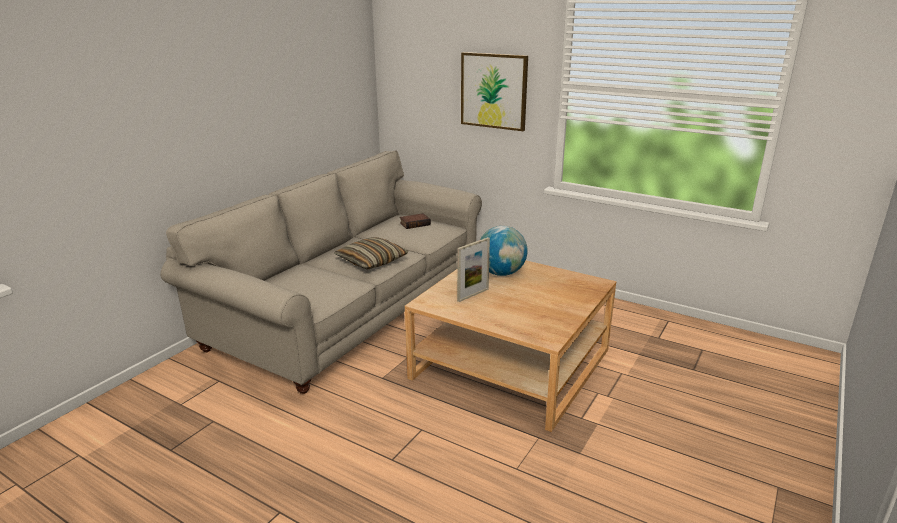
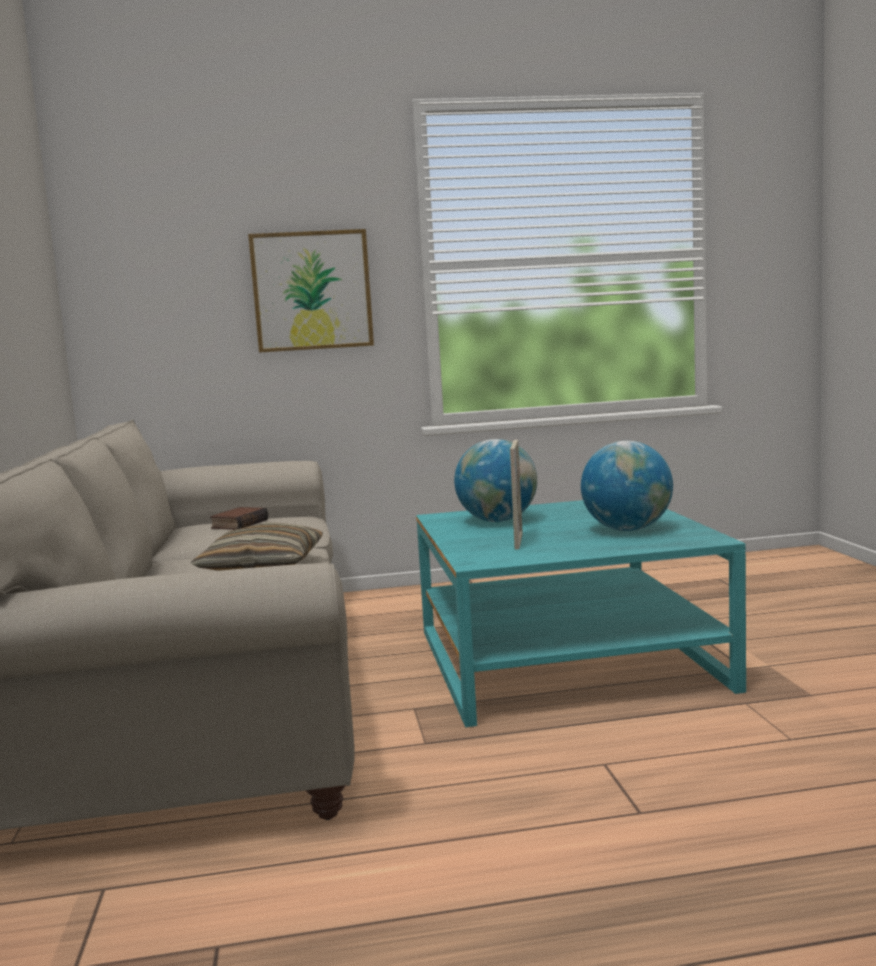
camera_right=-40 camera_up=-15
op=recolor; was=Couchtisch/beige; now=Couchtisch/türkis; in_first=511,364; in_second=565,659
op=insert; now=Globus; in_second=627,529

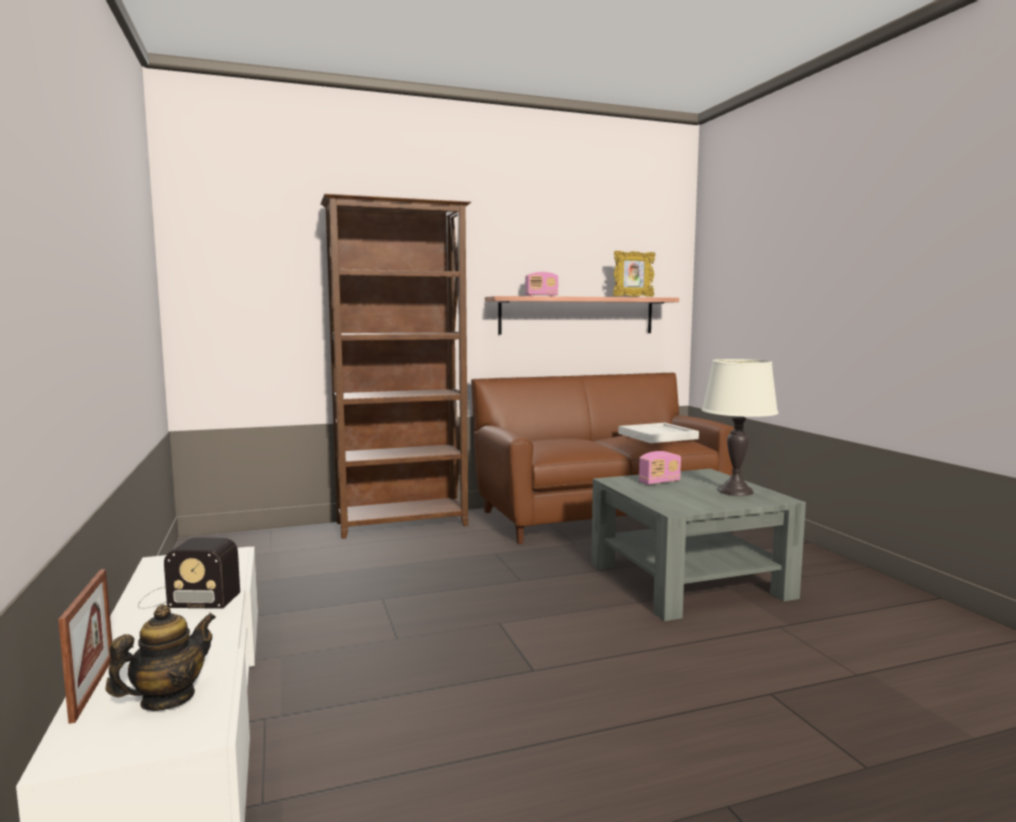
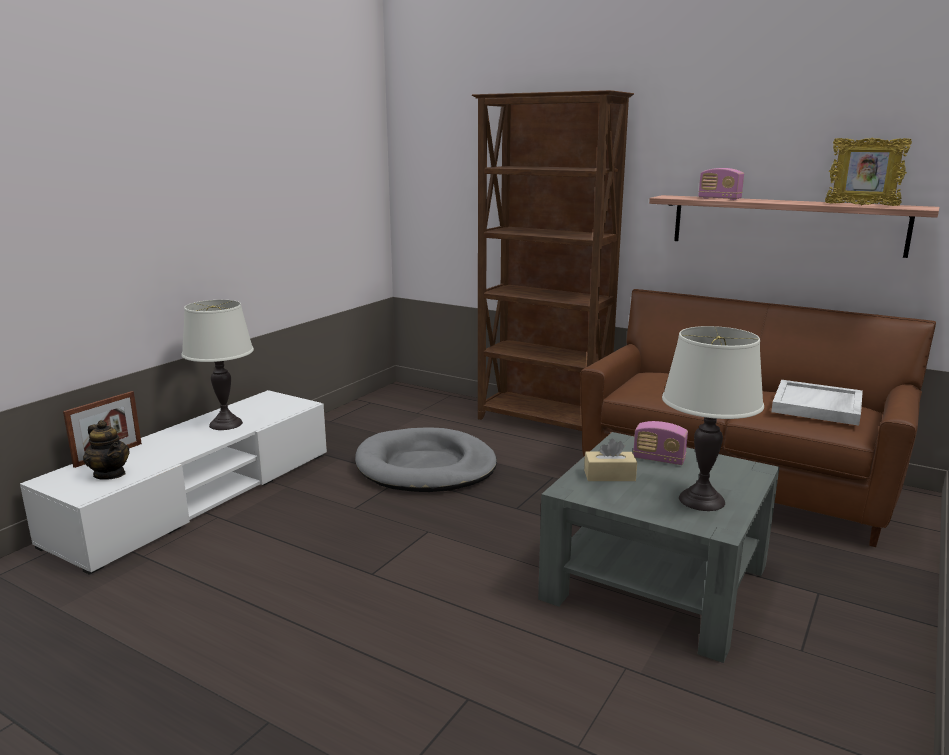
camera_right=50 camera_up=10
op=replace; was=Radio; now=Tischlampe/weiß; in_first=186,598; in_second=226,424
op=rotate; was=Teekanne; in_first=167,699; in_second=110,474; clockwise=45
op=insert; now=Hundebett/grau; in_second=425,467
op=insert; now=Taschentuchbox/beige; in_second=609,475

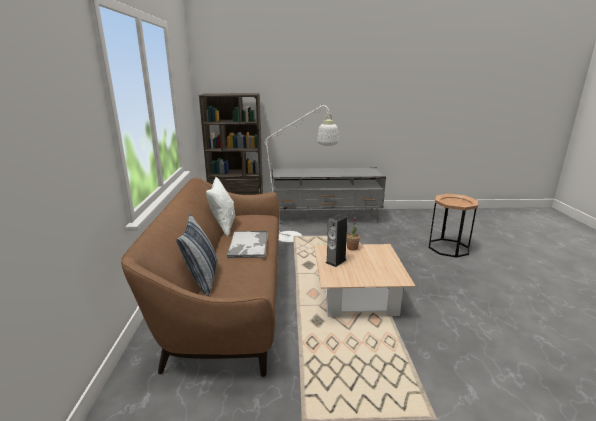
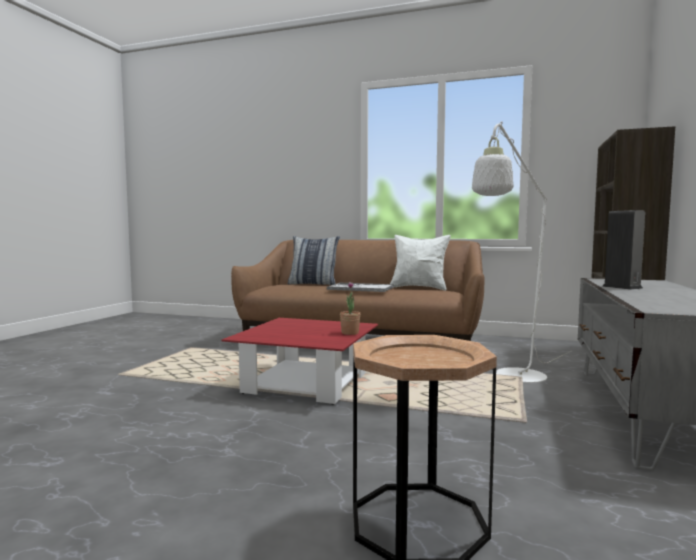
camera_right=110 camera_up=-15
op=move; was=Lautsprecher; in_first=336,261; in_second=622,287
op=recolor; was=Couchtisch/beige; now=Couchtisch/rot; in_first=357,296; in_second=306,383

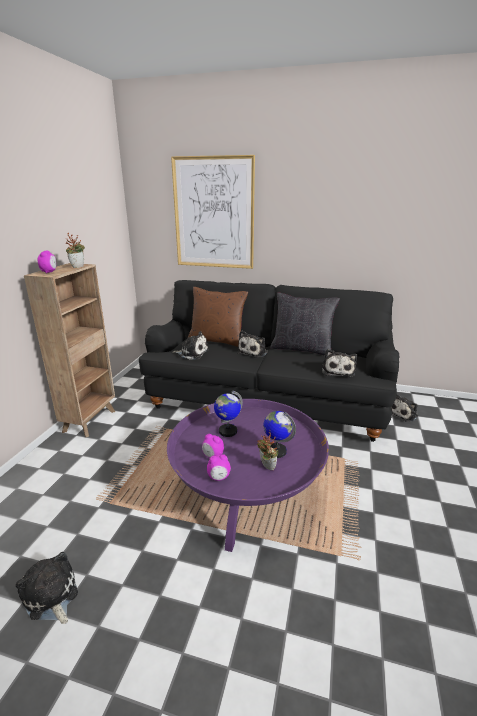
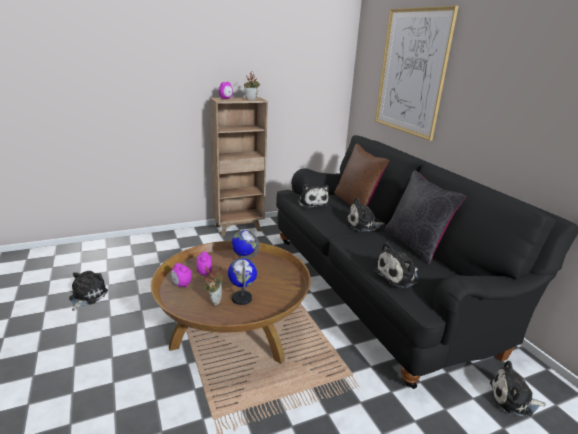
camera_right=50 camera_up=0
op=recolor; was=Couchtisch/lila; now=Couchtisch/braun; in_first=247,497; in_second=233,333

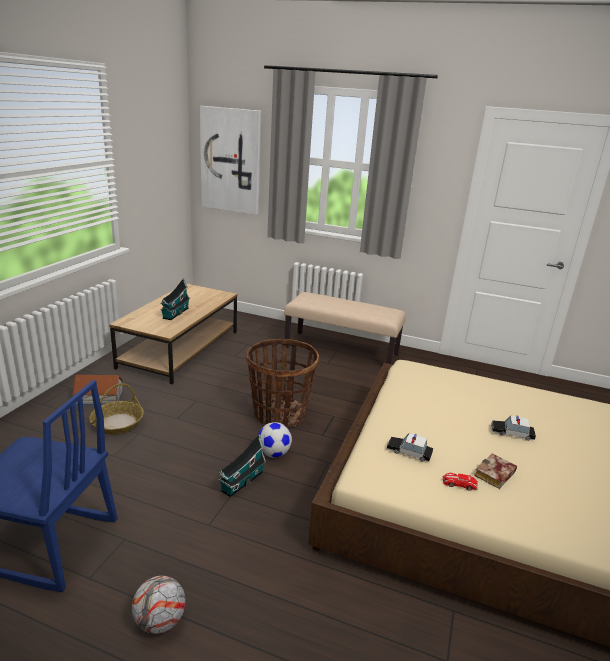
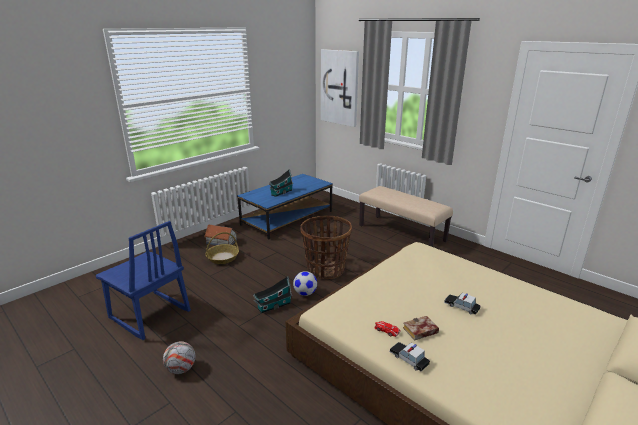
camera_right=25 camera_up=0
op=recolor; was=Couchtisch/braun; now=Couchtisch/blau; in_first=180,349; in_second=287,218
op=move; was=Spielzeugauto; in_first=408,452; in_second=408,359

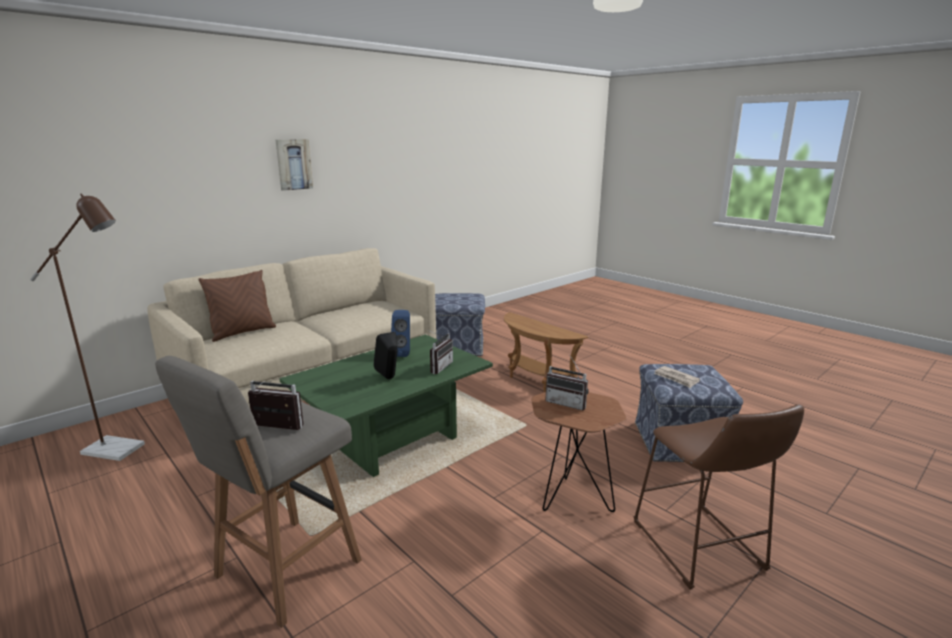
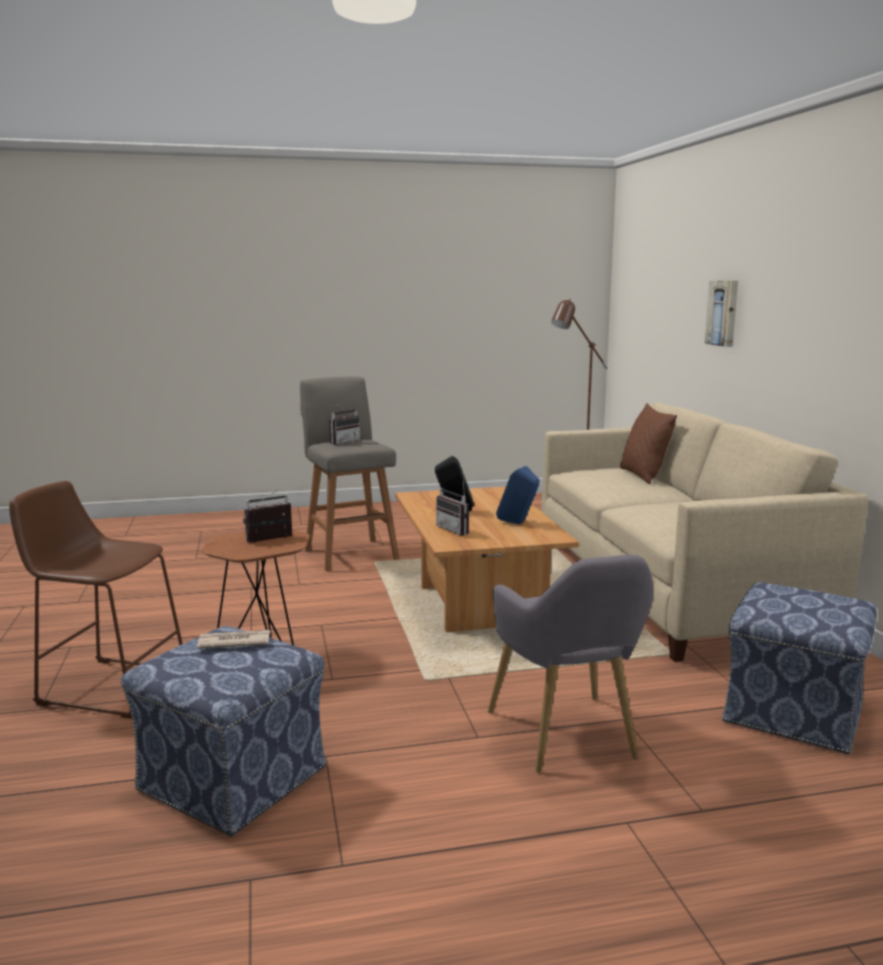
camera_right=120 camera_up=-5
op=move; was=Bild; in_first=293,164; in_second=723,313
op=replace; was=Beistelltisch/braun; now=Sessel/grau; in_first=535,380; in_second=567,740
op=recolor; was=Couchtisch/grün; now=Couchtisch/braun; in_first=393,442; in_second=476,604

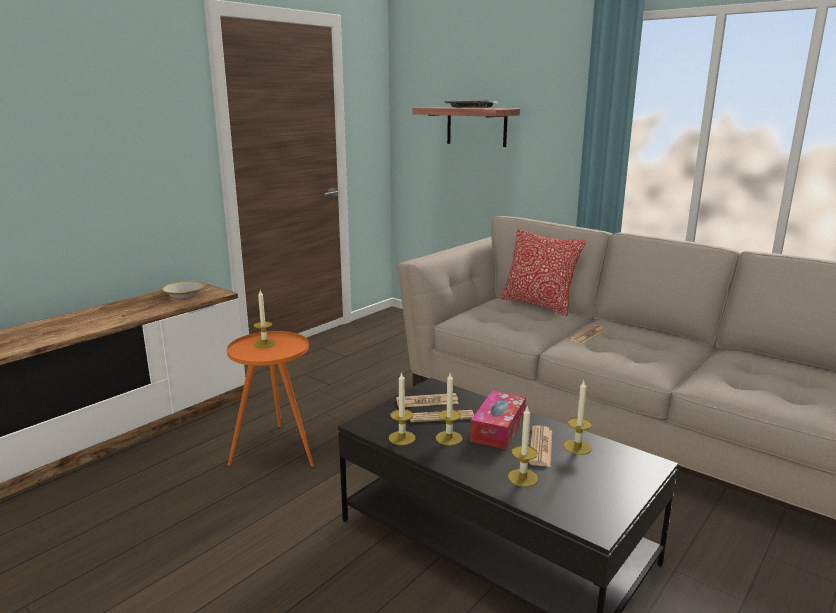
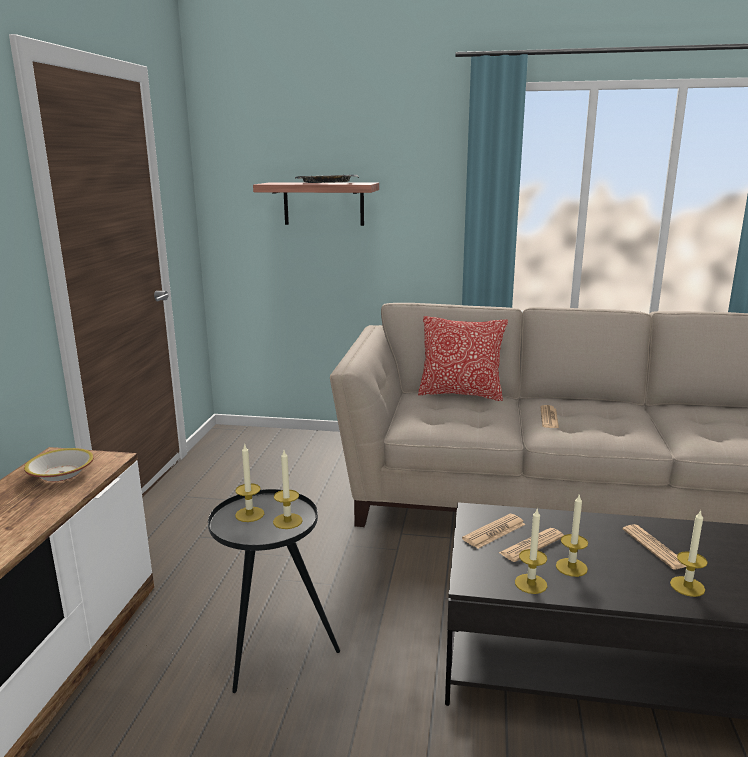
camera_right=-30 camera_up=0
op=recolor; was=Beistelltisch/orange; now=Beistelltisch/schwarz; in_first=276,449; in_second=272,646
op=move; was=Kerze; in_first=577,447; in_second=287,521
op=delete; was=Taschentuchbox; in_first=498,428

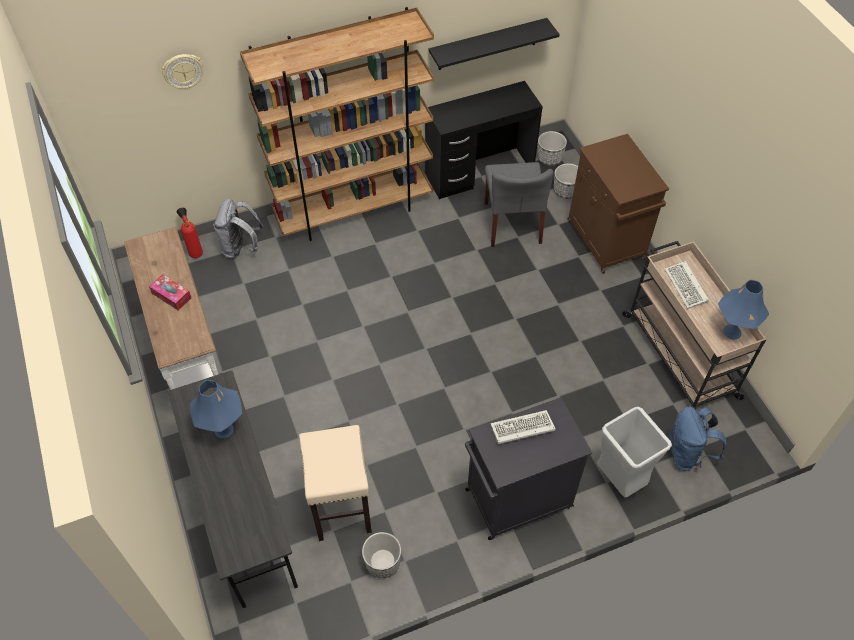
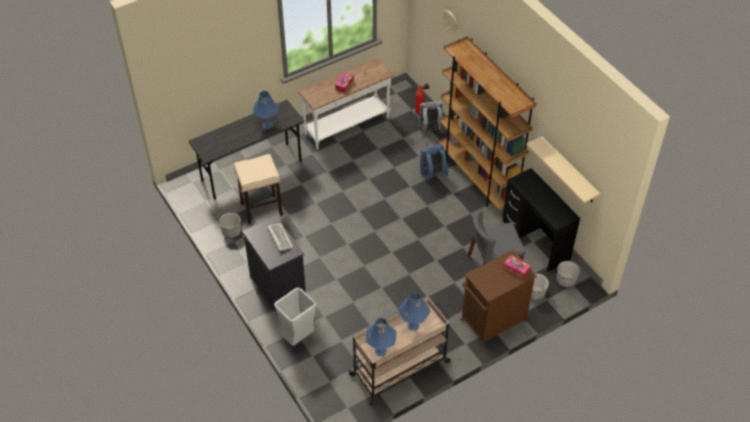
camera_right=80 camera_up=-5
op=recolor; was=Wandregal/schwarz; now=Wandregal/beige; in_first=487,44; in_second=569,171
op=replace; was=Tastatur; now=Tischlampe/blau; in_first=687,287; in_second=413,325
op=move; was=Rucksack/blau; in_first=687,454; in_second=432,175
op=insert; now=Taschentuchbox; in_second=516,269

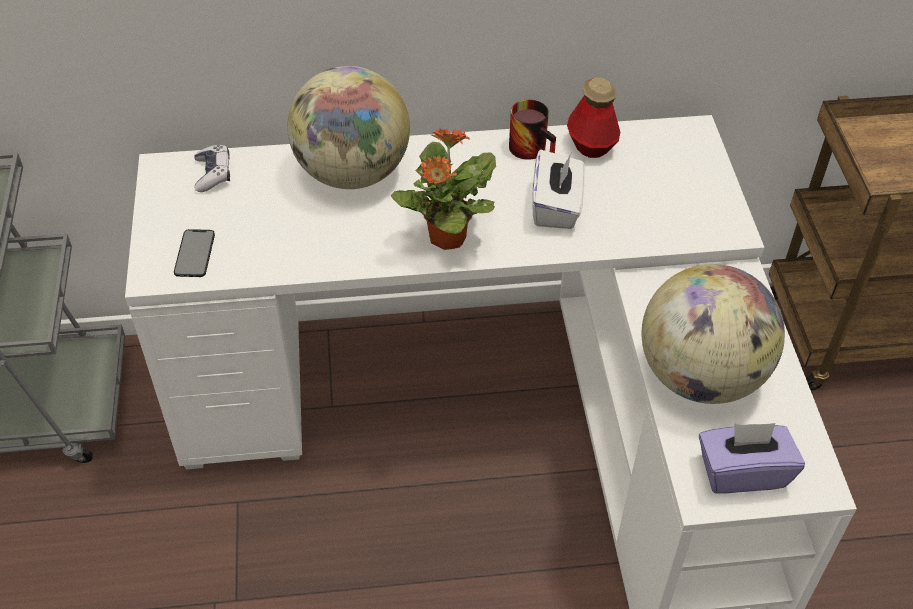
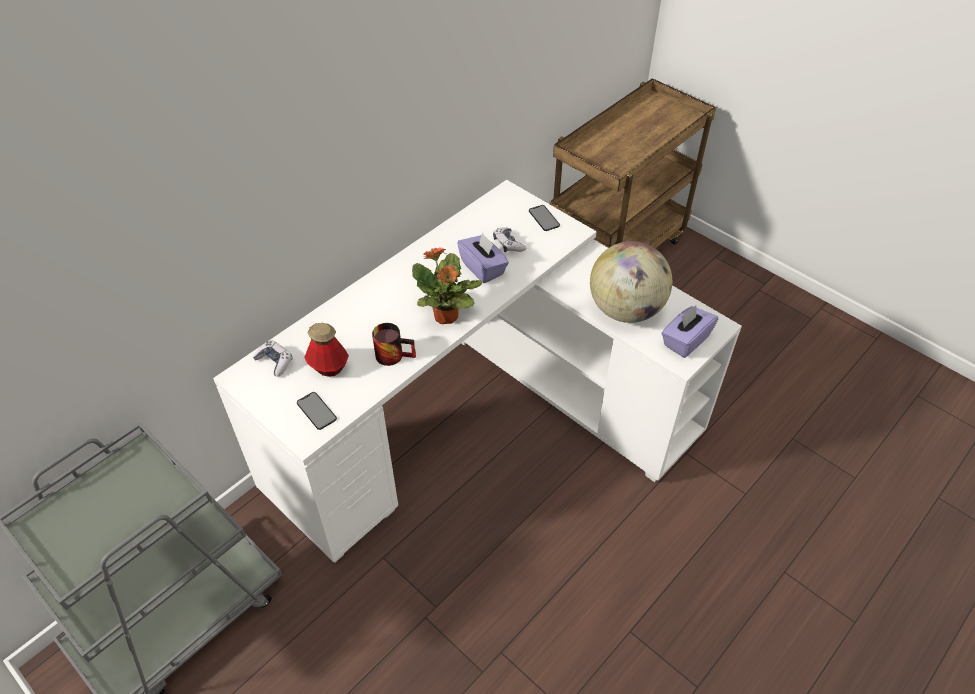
camera_right=-40 camera_up=0
op=delete; was=Globus; in_first=352,173
op=move; was=Flasche; in_first=591,146; in_second=329,367
op=move; was=Henkelbecher; in_first=534,149; in_second=394,354
op=recolor; was=Taschentuchbox/weiß; now=Taschentuchbox/lila; in_first=556,207; in_second=483,268
op=insert; now=Handy; in_second=544,218
op=insert; now=Gamepad; in_second=508,244

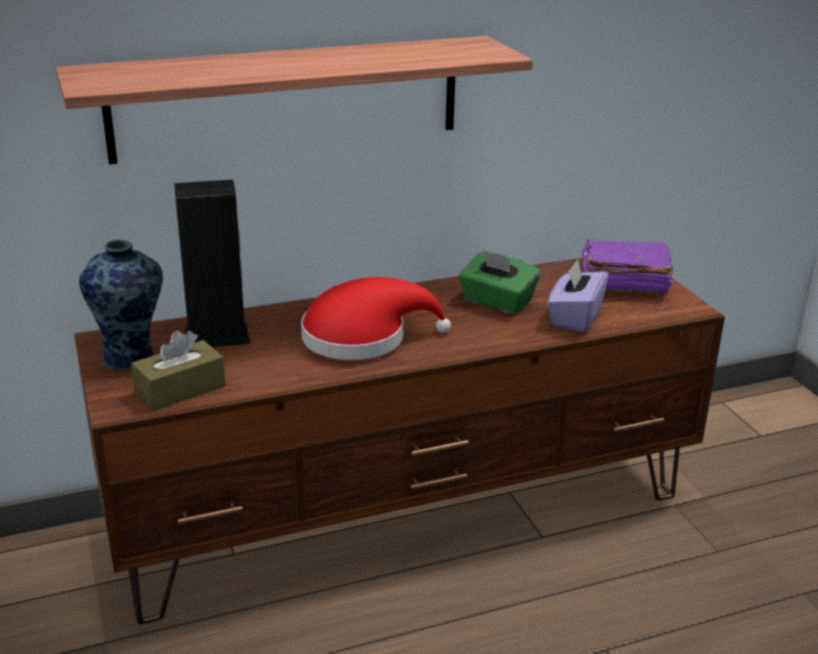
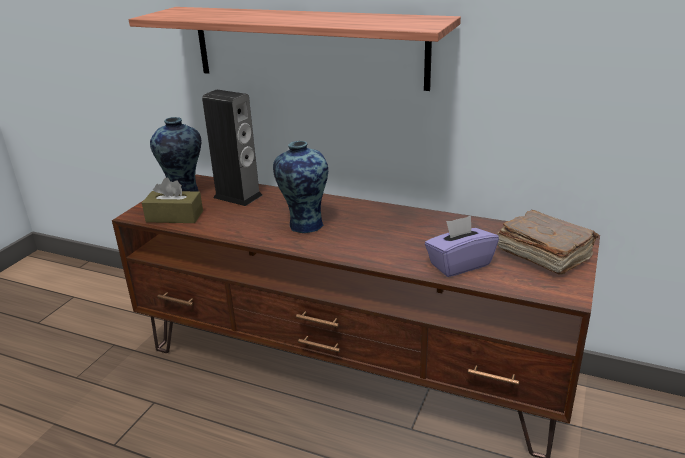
camera_right=45 camera_up=0
op=recolor; was=Buch/lila; now=Buch/braun; in_first=622,283; in_second=542,254
op=delete; was=Taschentuchbox/grün; in_first=497,302
op=replace; was=Hut/rot; now=Vase; in_first=363,337; in_second=304,225

